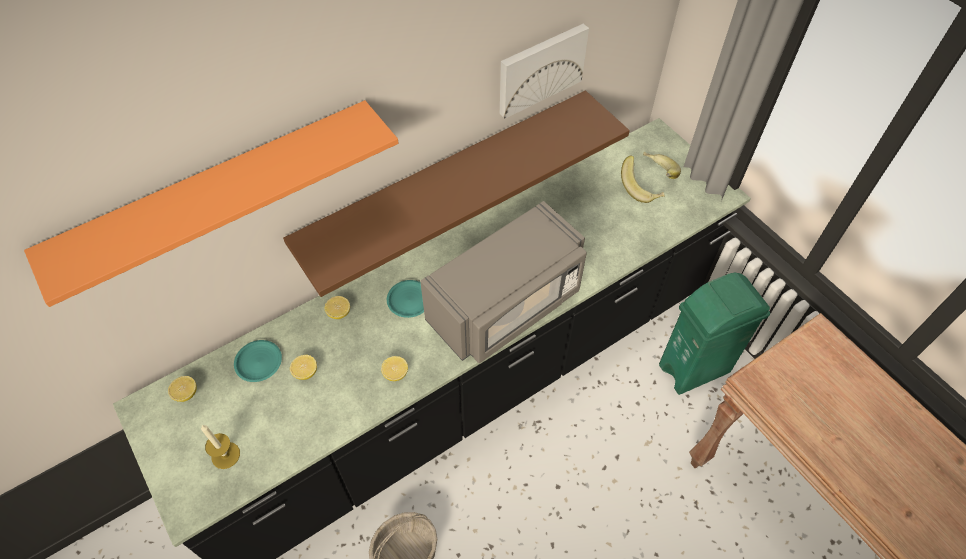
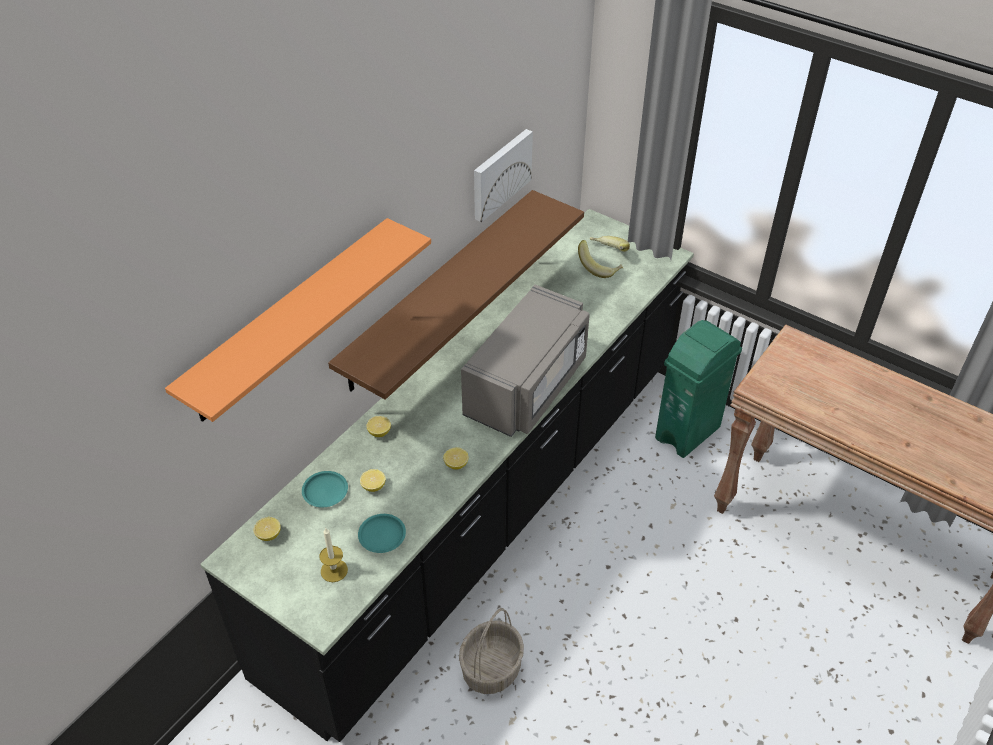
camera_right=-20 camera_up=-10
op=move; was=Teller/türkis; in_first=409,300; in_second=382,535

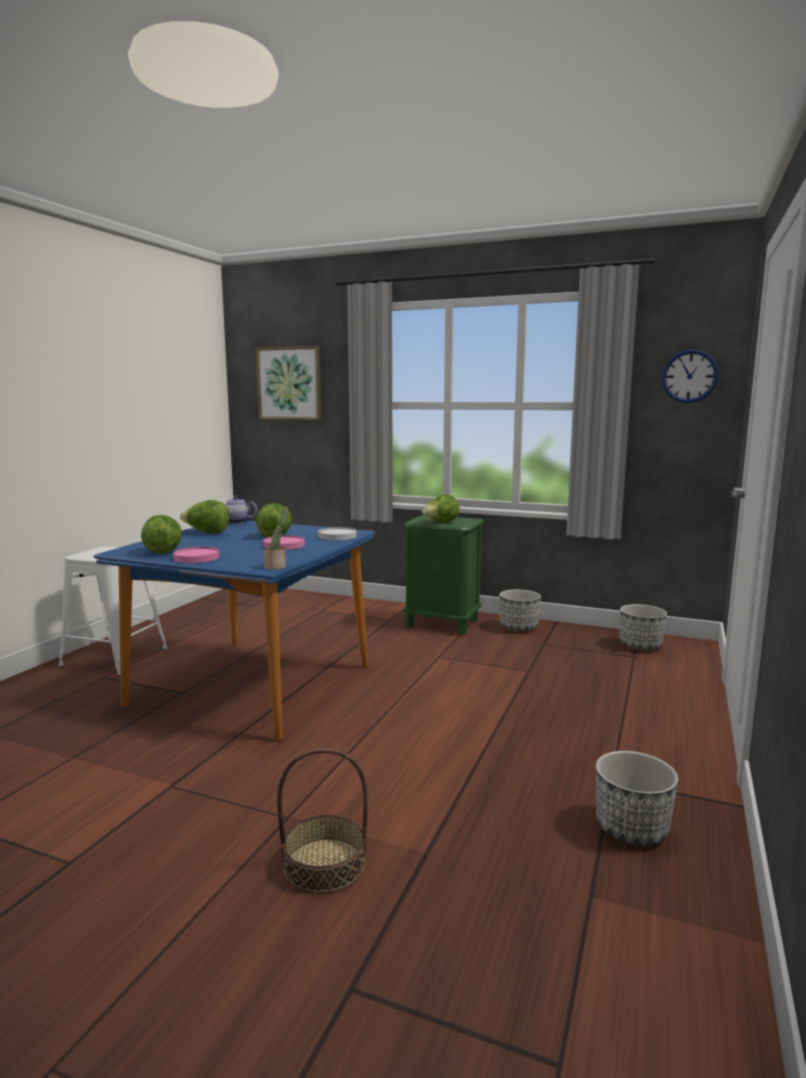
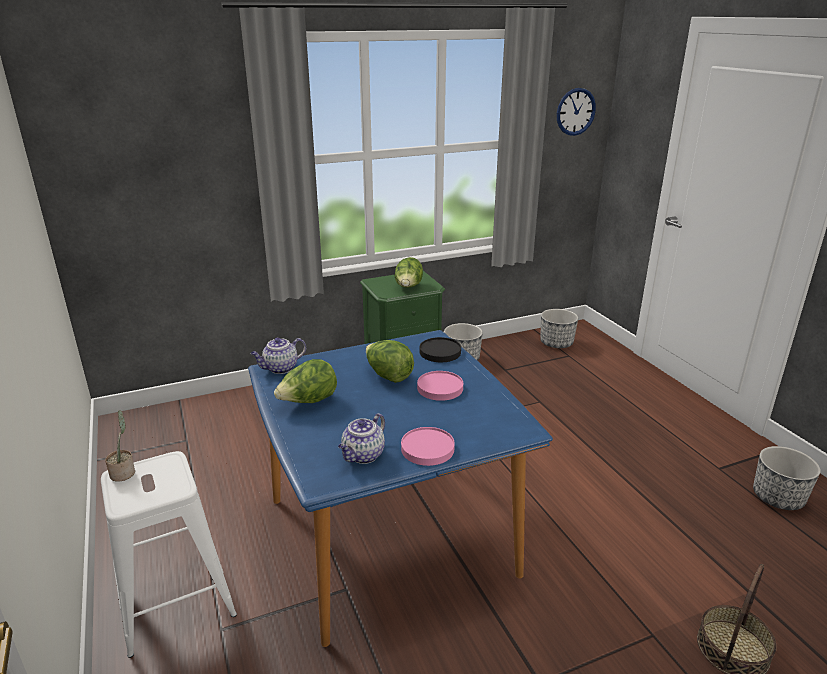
camera_right=-45 camera_up=15
op=delete; was=Bild; in_first=289,383
op=move; was=Topfpflanze; in_first=277,567; in_second=124,472
op=replace; was=Salatkopf; now=Teekanne; in_first=163,551; in_second=363,456
op=recolor; was=Teller/weiß; now=Teller/schwarz; in_first=337,536; in_second=440,352

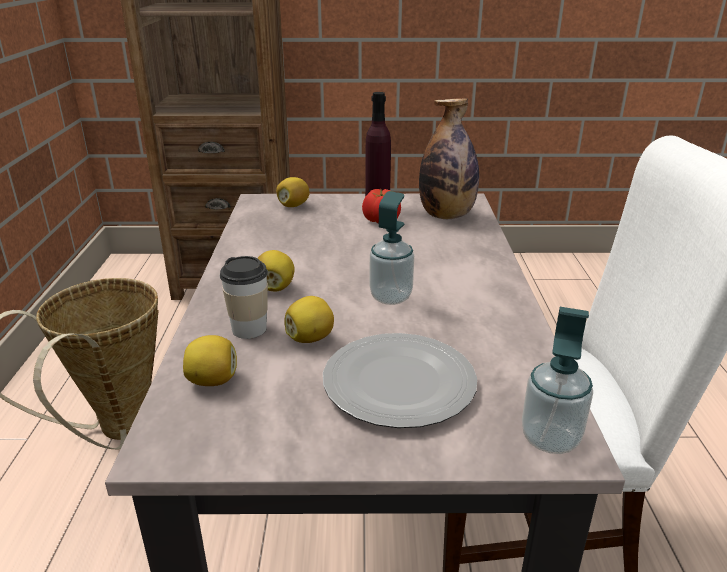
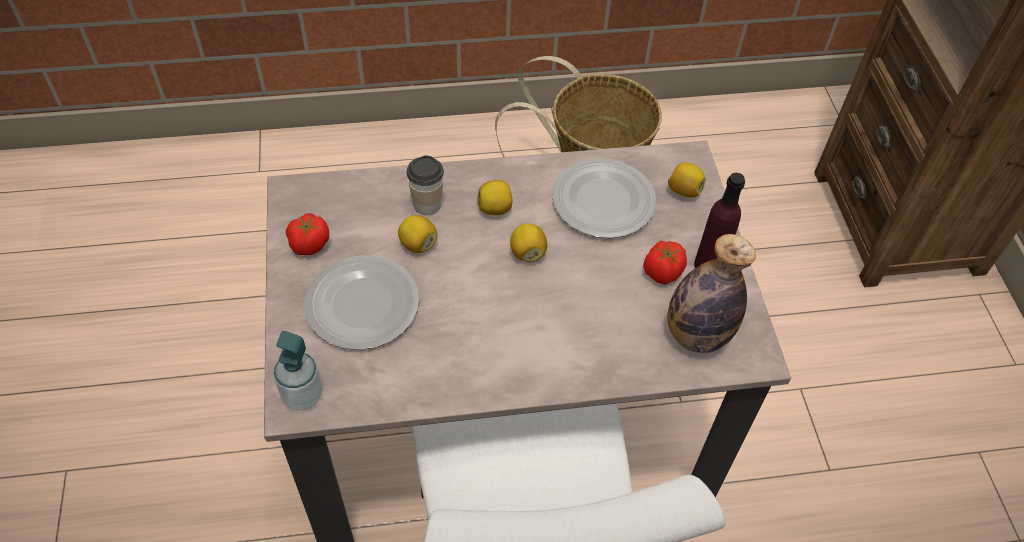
camera_right=80 camera_up=25
op=delete; was=Seifenspender; in_first=390,297
op=move; was=Zitrone; in_first=213,380; in_second=527,253
op=insert; now=Teller; in_second=605,201
op=insert; now=Tomate; in_second=309,245

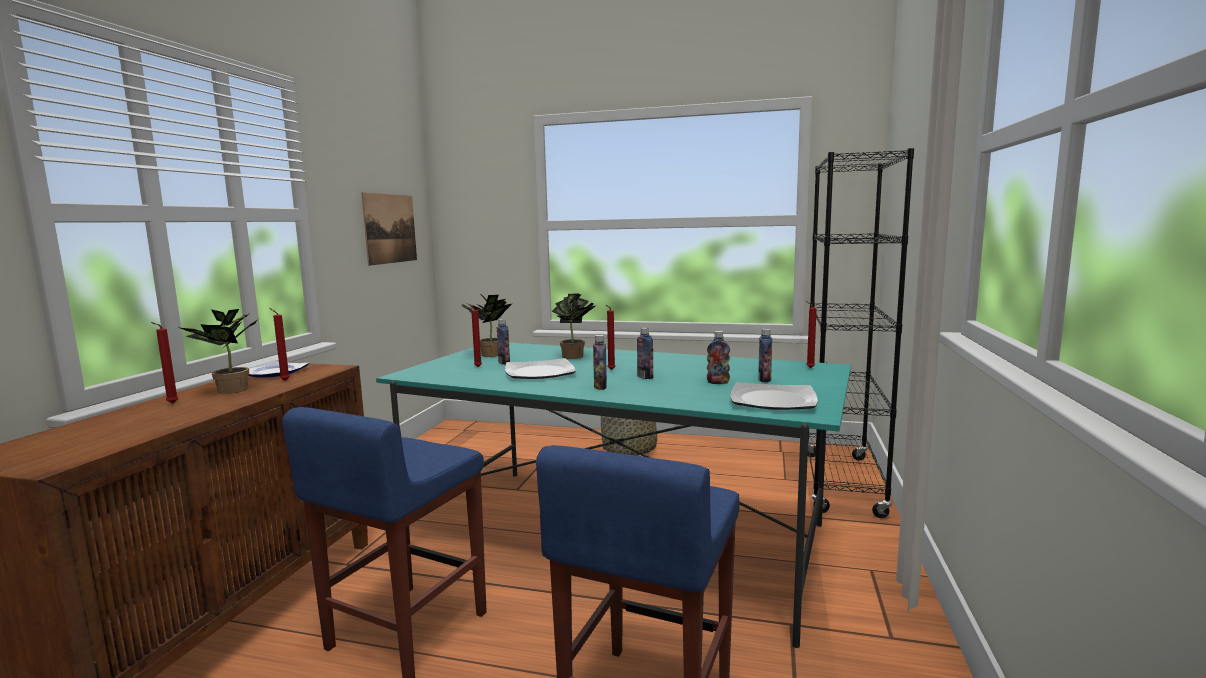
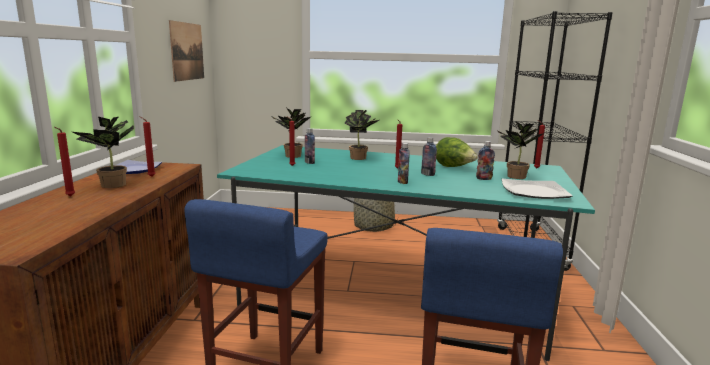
camera_right=-10 camera_up=5
op=replace; was=Flasche; now=Topfpflanze; in_first=764,380; in_second=514,177
op=delete; was=Teller; in_first=540,372
op=insert; now=Salatkopf; in_second=454,167

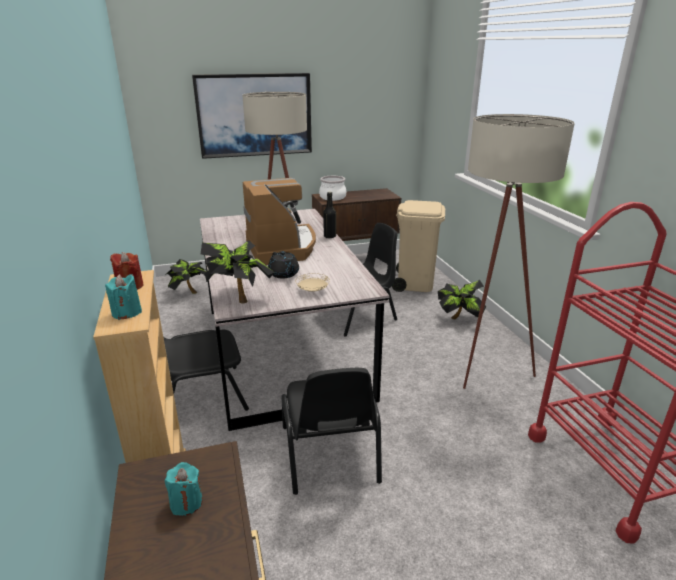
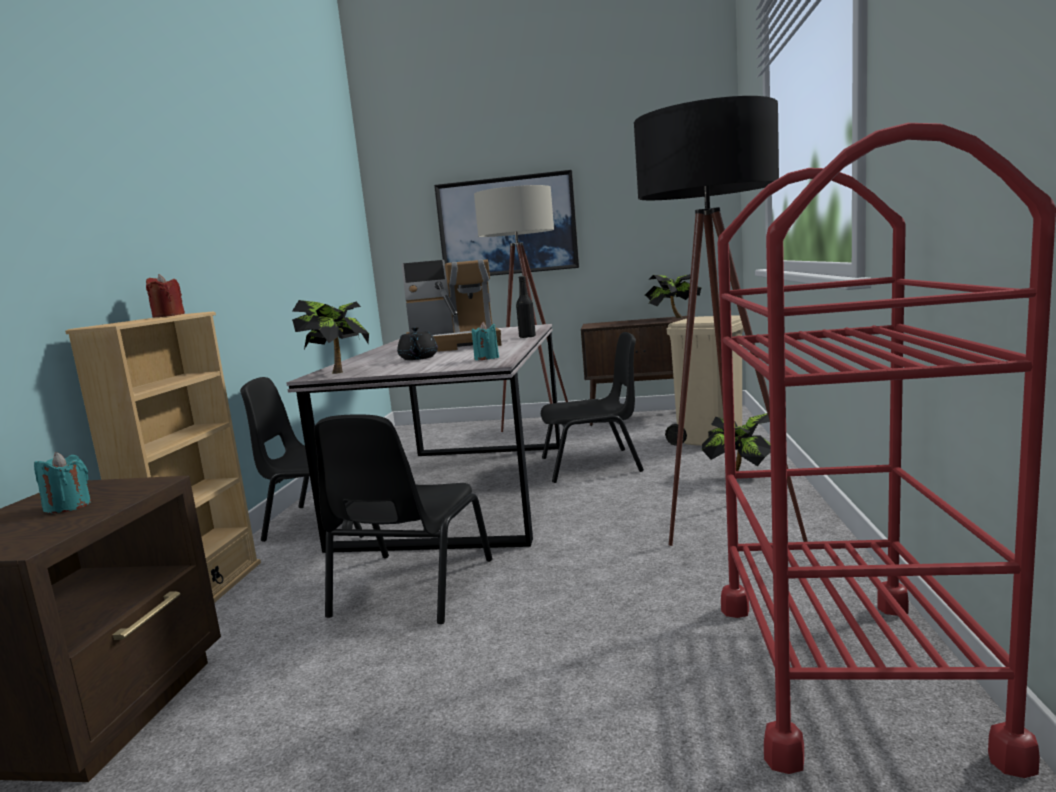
camera_right=25 camera_up=-15
op=recolor; was=Stehlampe/beige; now=Stehlampe/schwarz; in_first=484,373; in_second=721,532
op=delete; was=Kochtopf; in_first=332,197
op=rotate; was=Kaffeemaschine; in_first=282,248; in_second=454,345; clockwise=75
op=move; was=Topfpflanze; in_first=189,293; in_second=672,318
op=delete; was=Teller/beige; in_first=313,290
op=move; was=Kerze/türkis; in_first=127,313; in_second=486,358

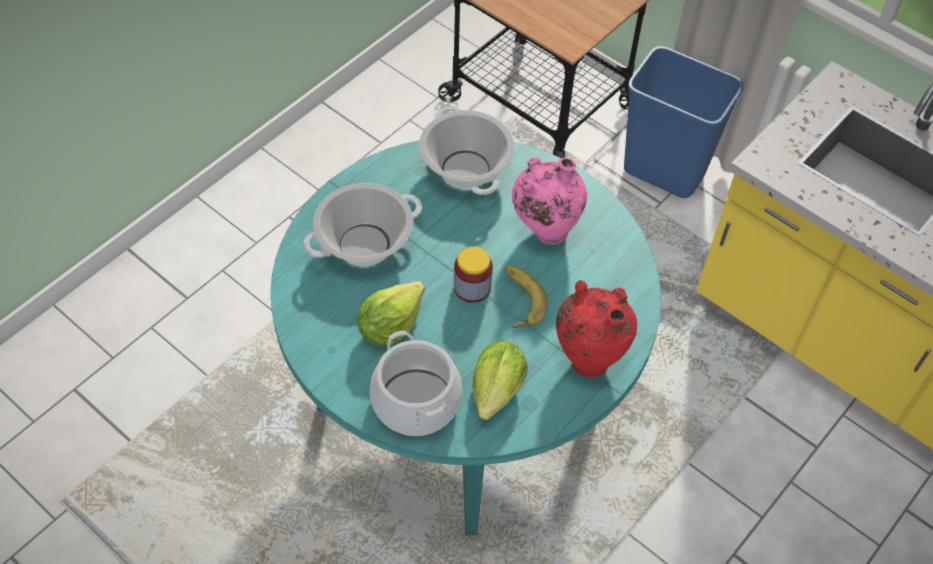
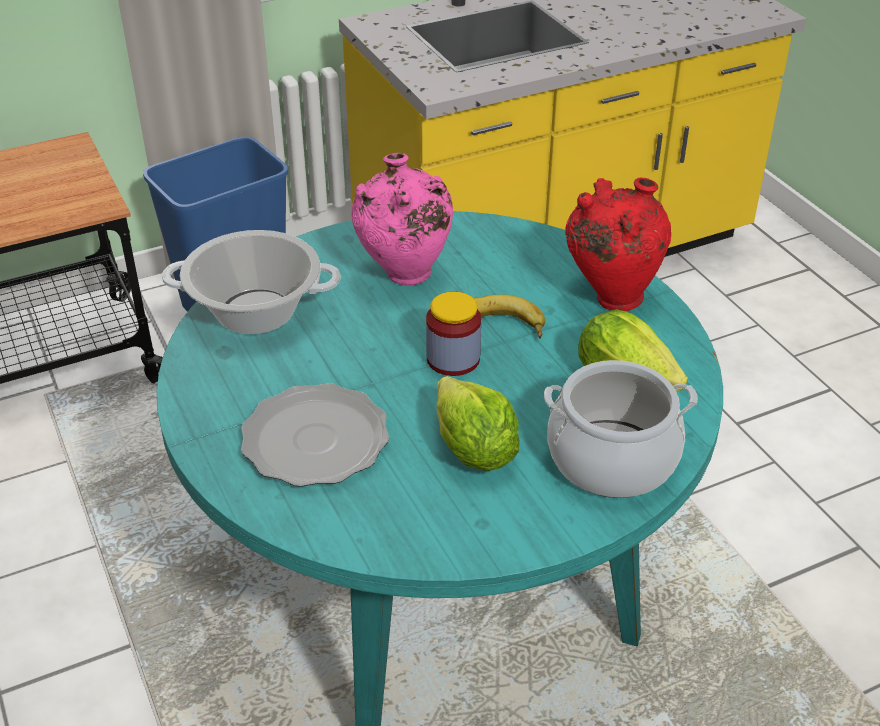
camera_right=-65 camera_up=-15
op=replace; was=Kochtopf; now=Teller; in_first=364,244; in_second=315,439

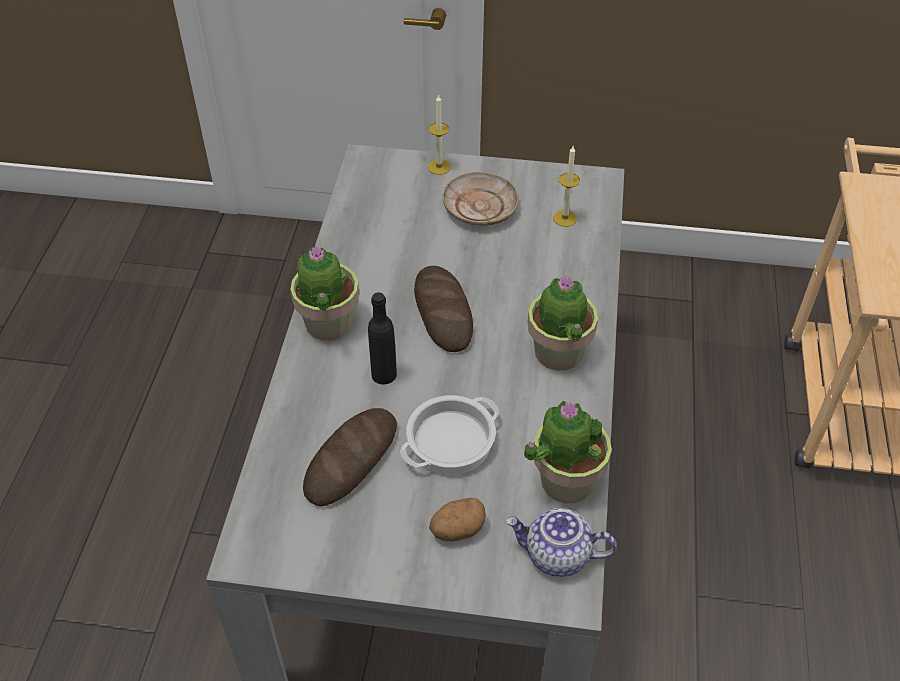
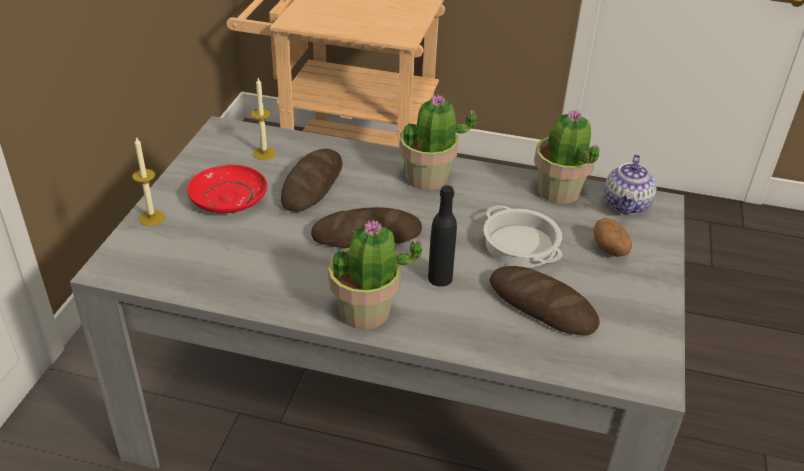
camera_right=-85 camera_up=-10
op=recolor; was=Teller/beige; now=Teller/rot; in_first=480,207; in_second=228,198
op=insert; now=Brot; in_second=312,185

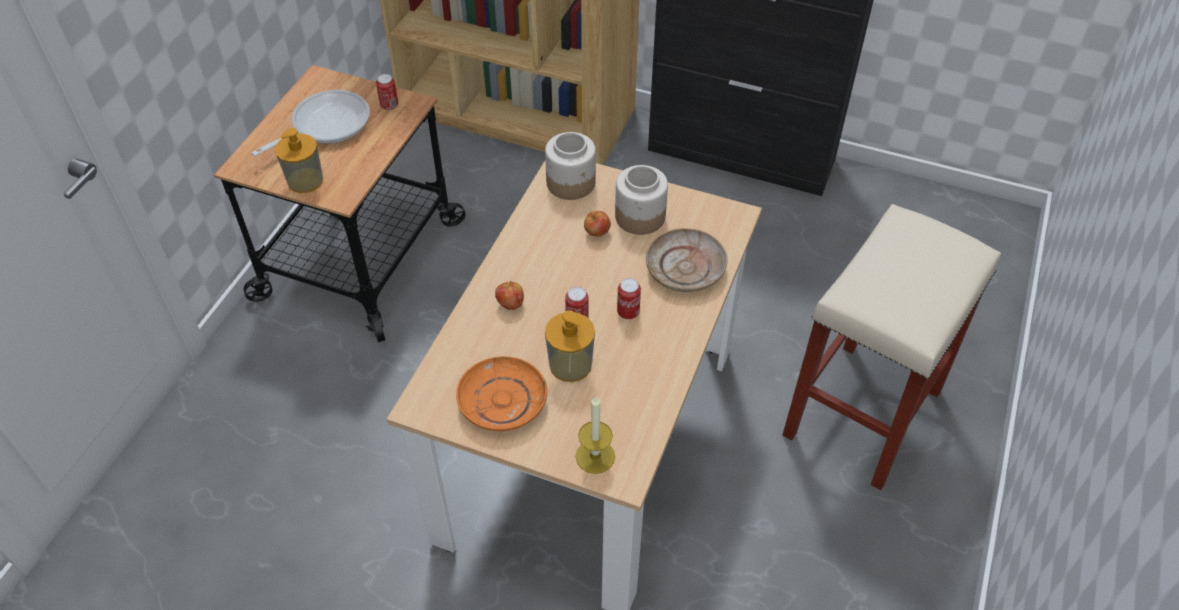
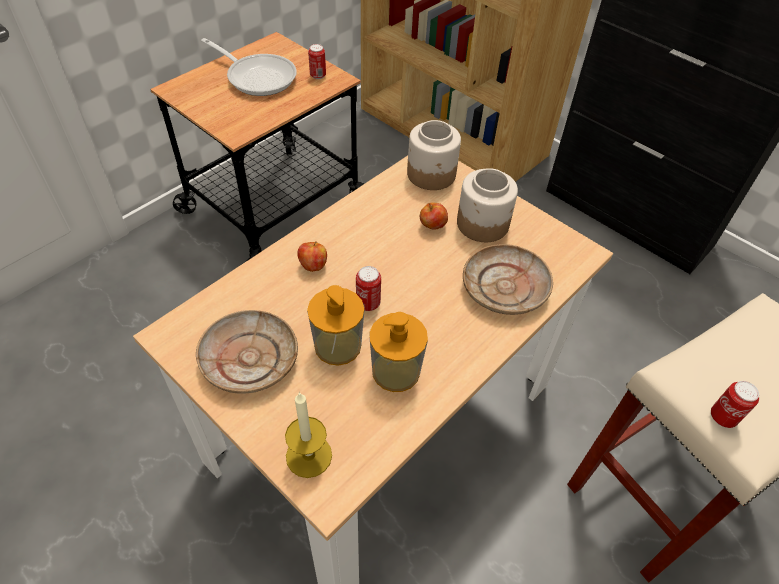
camera_right=20 camera_up=0
op=rotate; was=Pfanne; in_first=325,126; in_second=257,77; clockwise=60
op=move; was=Seifenspender; in_first=305,180; in_second=396,371
op=move; was=Dose; in_first=628,312; in_second=722,417
op=recolor; was=Teller/orange; now=Teller/beige; in_first=502,401; in_second=249,359

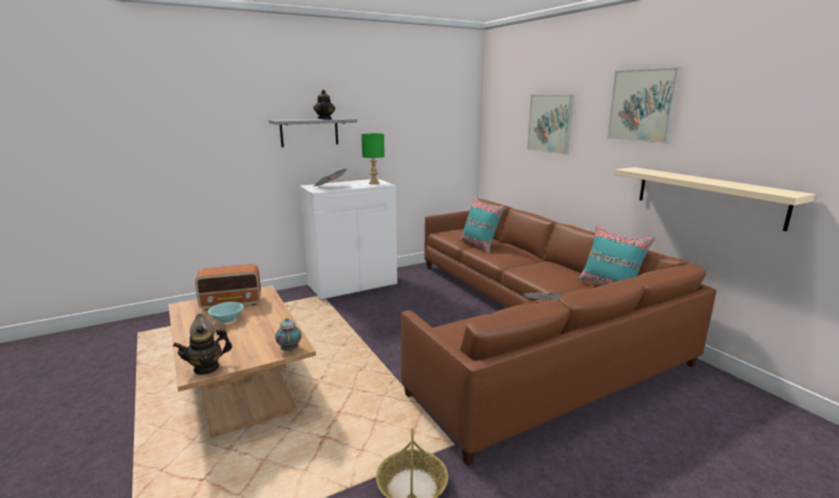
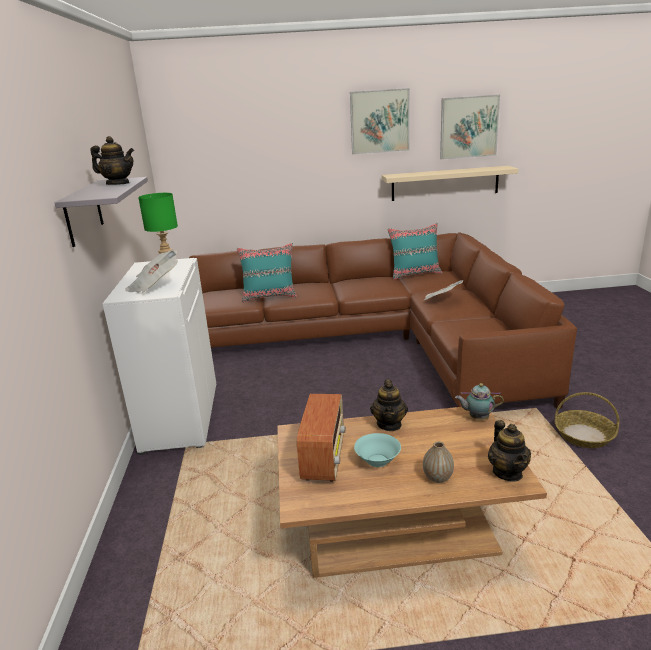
camera_right=-65 camera_up=5
op=move; was=Bild; in_first=550,123; in_second=469,127
op=insert; now=Teekanne; in_second=389,424

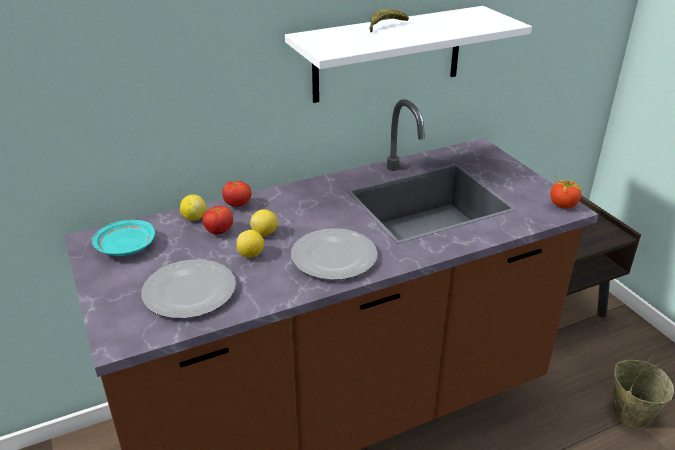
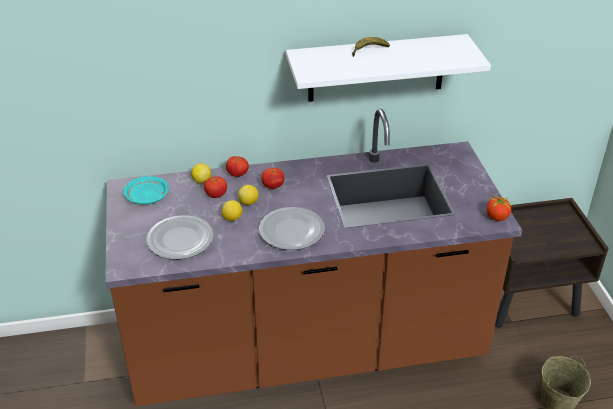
camera_right=15 camera_up=5
op=insert; now=Tomate; in_second=273,186

